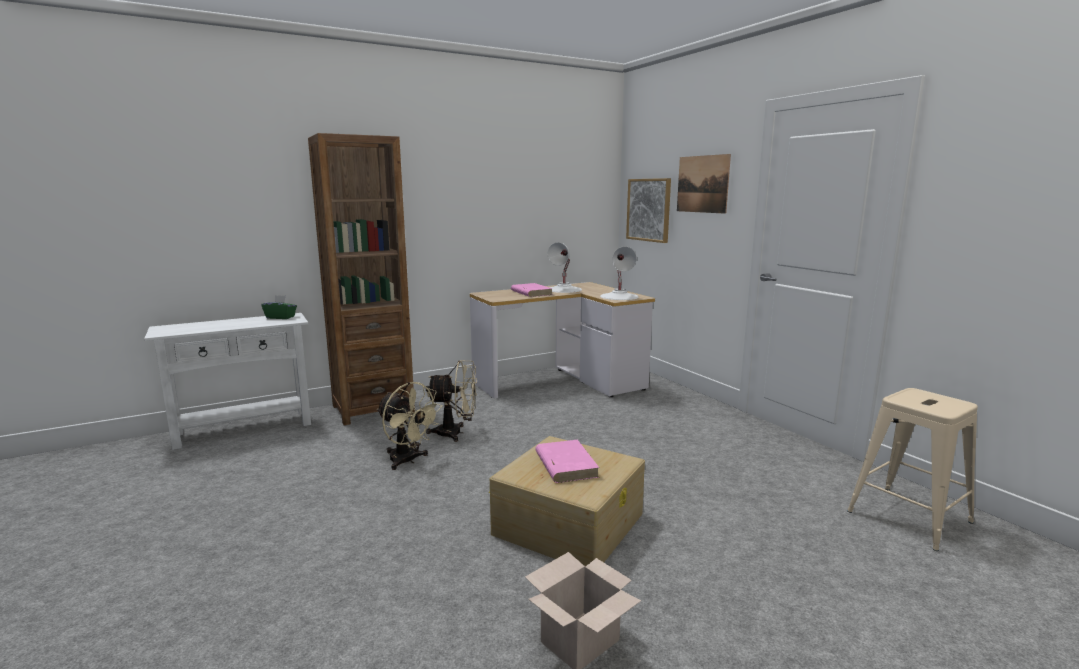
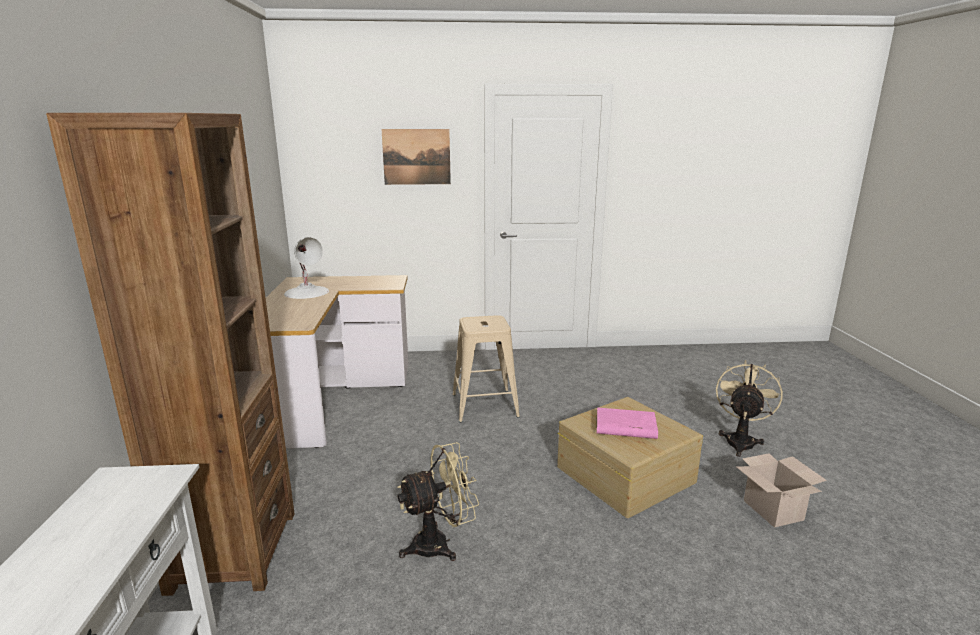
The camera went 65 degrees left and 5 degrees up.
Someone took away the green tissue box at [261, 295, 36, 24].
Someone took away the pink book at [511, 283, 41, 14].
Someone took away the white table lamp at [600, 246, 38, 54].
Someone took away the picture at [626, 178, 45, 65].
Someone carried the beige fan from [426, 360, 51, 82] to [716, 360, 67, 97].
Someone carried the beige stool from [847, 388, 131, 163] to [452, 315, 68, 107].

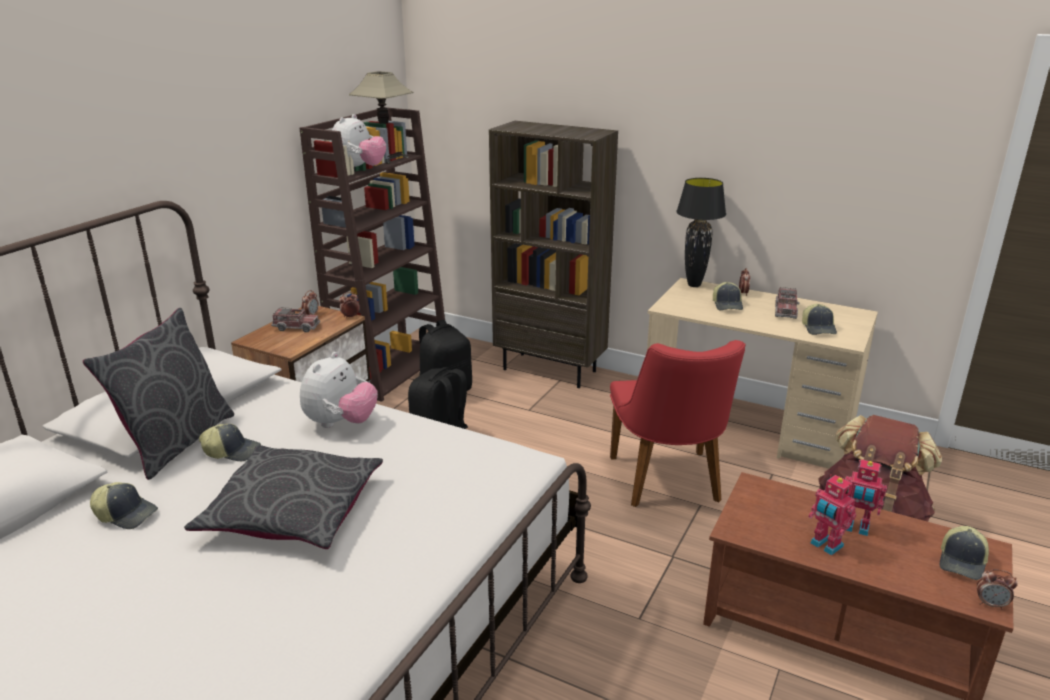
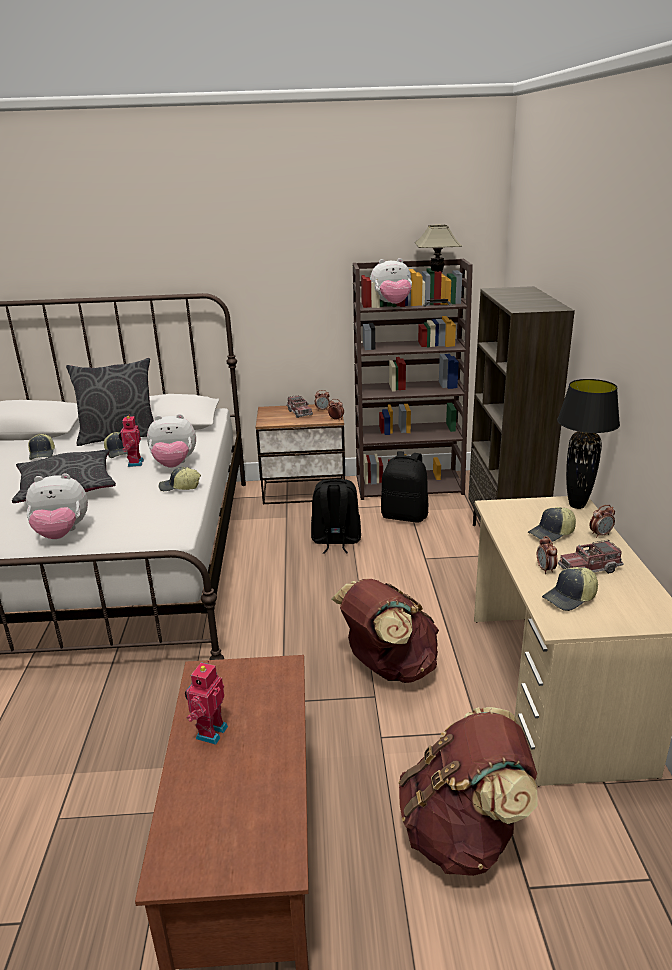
The camera went 60 degrees right and 0 degrees up.
Someone put down the plush toy at [26, 473, 62, 66].
Someone carried the toy robot from [845, 459, 42, 77] to [119, 414, 25, 53].
Someone carried the cap from [940, 526, 49, 54] to [159, 467, 42, 24].
Someone carried the alarm clock from [977, 569, 41, 41] to [537, 536, 21, 38].
Someone swapped the red chair at [610, 340, 136, 167] for the brown backpack at [332, 579, 107, 104].

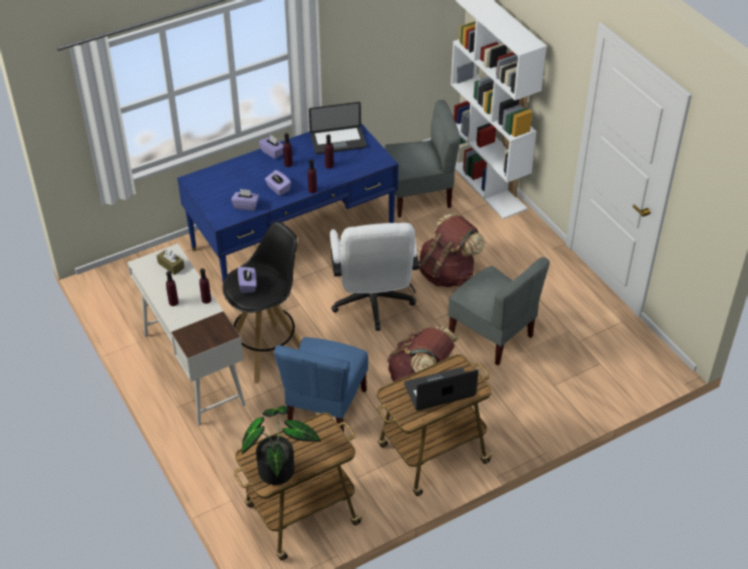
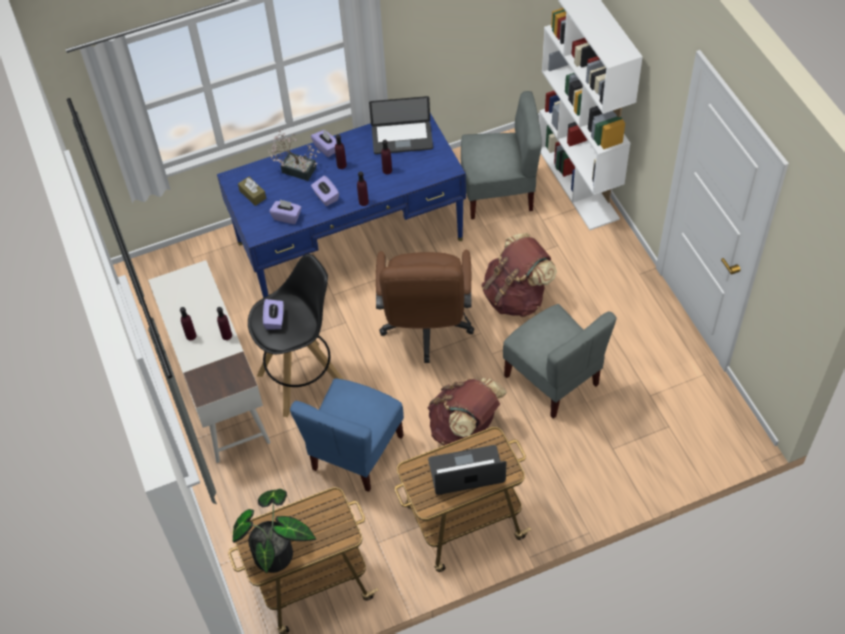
The camera went 10 degrees right and 10 degrees up.
Someone put down the potted plant at [267, 129, 53, 52].
Someone carried the brown tissue box from [157, 249, 28, 26] to [238, 177, 28, 29].
Someone repainted the white office chair at [330, 223, 89, 108], which became the brown office chair at [376, 250, 98, 113].

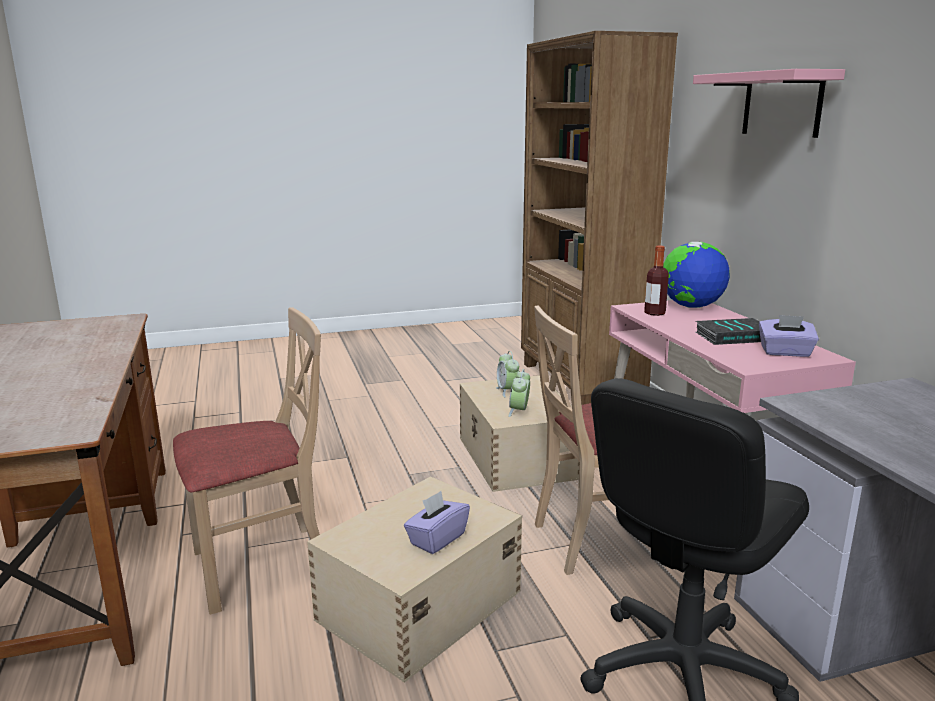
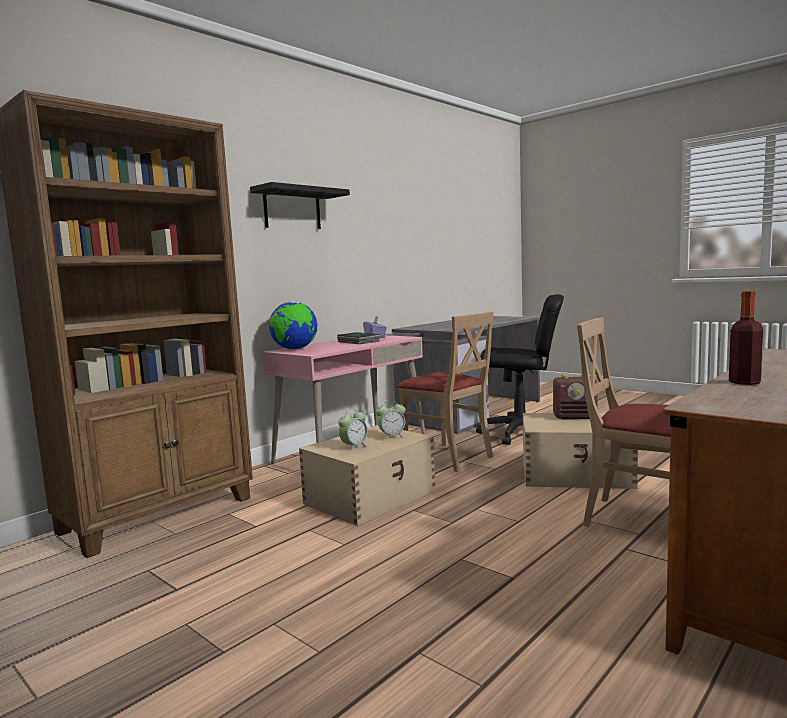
The camera went 120 degrees left and 10 degrees down.
Someone carried the bottle from [644, 246, 25, 70] to [729, 291, 34, 94].
Someone swapped the purple tissue box at [404, 491, 66, 63] for the radio at [553, 374, 45, 45].
Someone repainted the pink shelf at [693, 69, 152, 69], which became the black shelf at [250, 182, 100, 47].

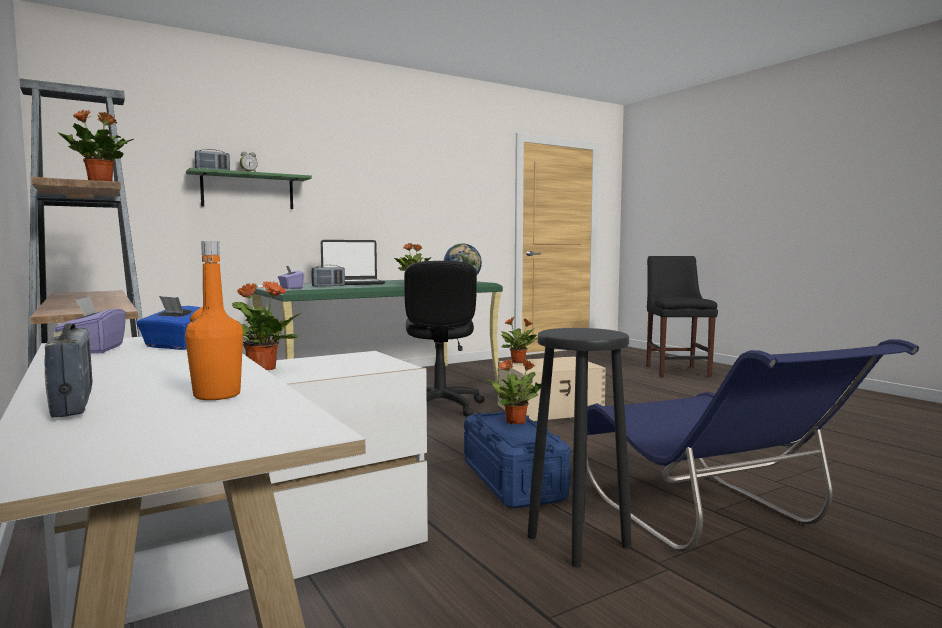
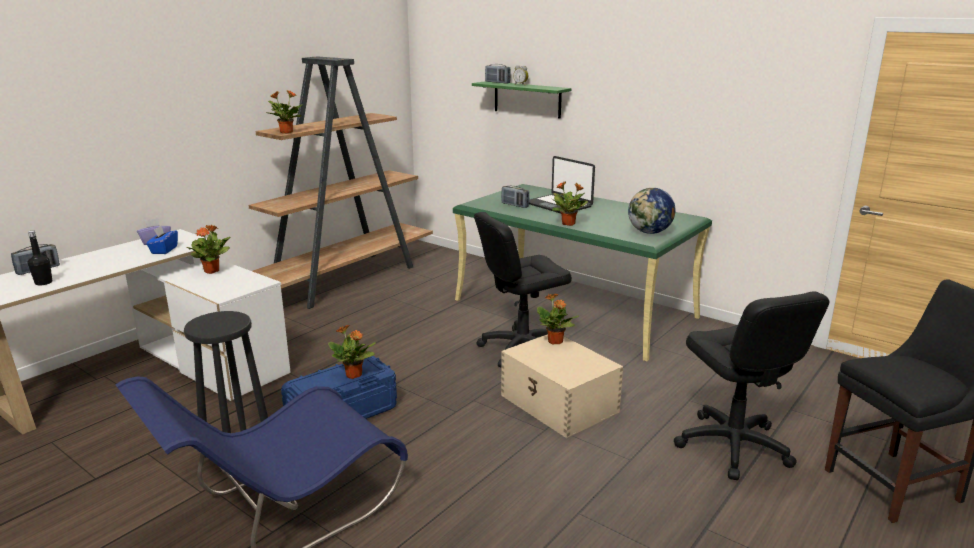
The camera went 70 degrees right and 15 degrees up.
Someone took away the purple tissue box at [278, 266, 26, 23].
Someone put down the black office chair at [674, 291, 155, 189].
Someone repainted the orange bottle at [185, 241, 58, 159], which became the black bottle at [28, 231, 24, 54].

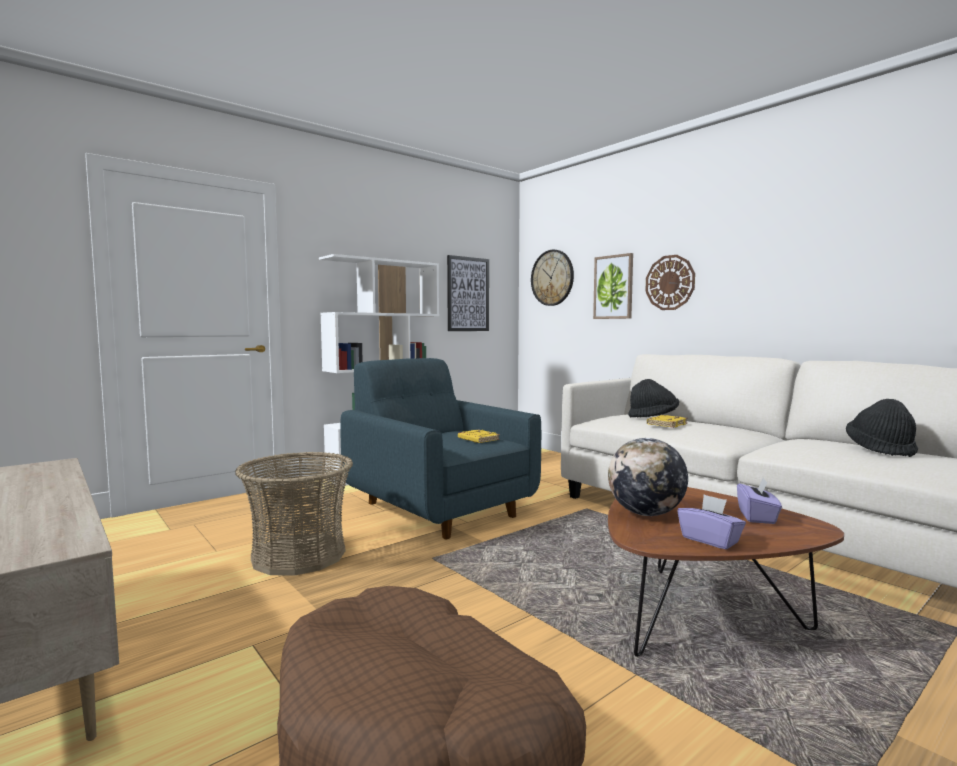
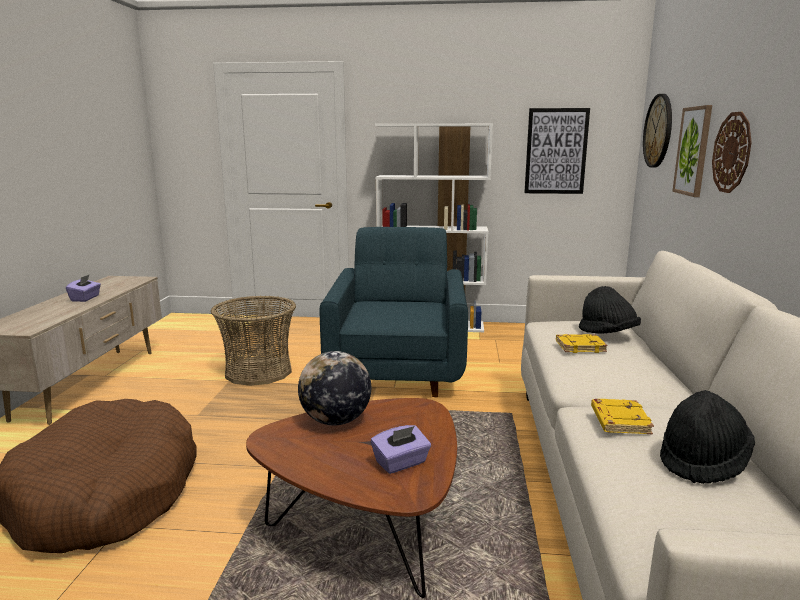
The camera went 45 degrees right and 10 degrees up.
Someone carried the yellow book from [458, 429, 42, 14] to [591, 399, 63, 36].
Someone carried the purple tissue box from [677, 494, 69, 56] to [66, 274, 35, 28].

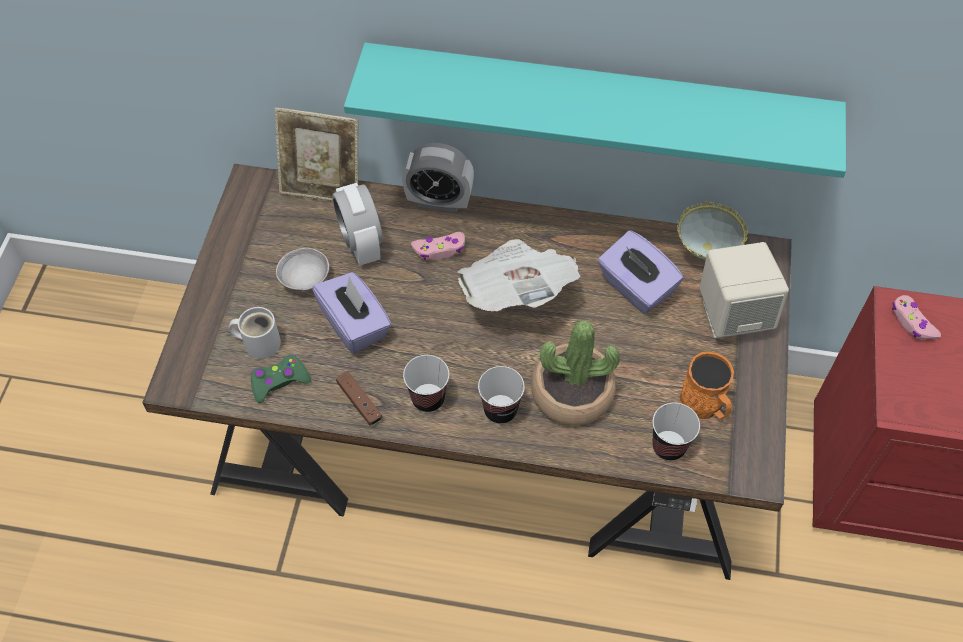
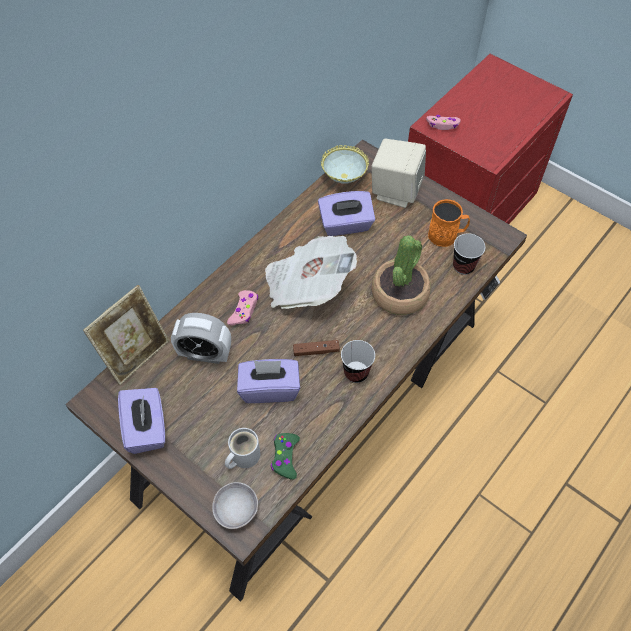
The camera went 60 degrees left and 0 degrees up.
Someone took away the turquoise shelf at [344, 43, 502, 135].
Someone took away the alarm clock at [402, 143, 72, 69].
Someone took away the cup at [478, 366, 47, 58].
Someone put down the purple tissue box at [118, 388, 47, 66].
Someone carried the grey bowl from [276, 248, 53, 44] to [212, 482, 46, 47].
Someone carried the brown game controller from [336, 371, 47, 55] to [293, 340, 47, 16].

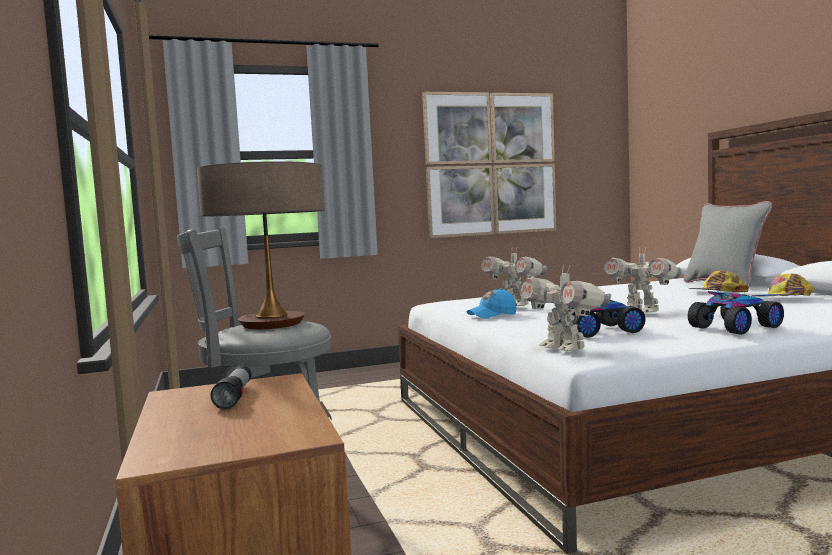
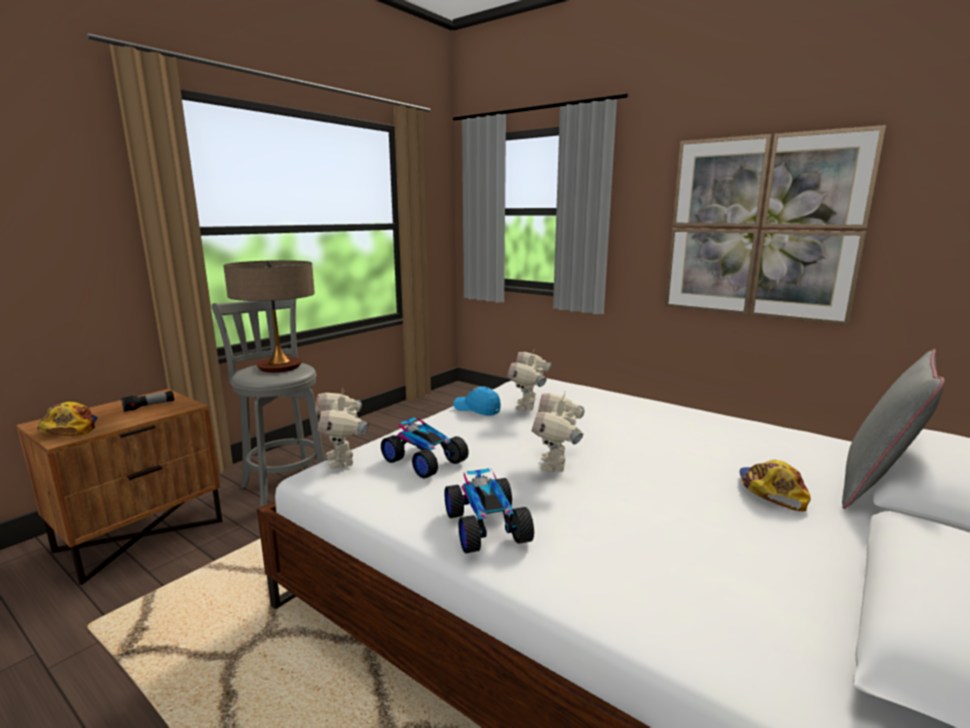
The camera went 55 degrees right and 10 degrees up.
Someone carried the cap from [752, 274, 63, 22] to [38, 402, 60, 34].
Someone rotated the toy robot at [519, 265, 92, 86] by 45 degrees counterclockwise.
Someone rotated the toy car at [688, 291, 96, 44] by 45 degrees clockwise.

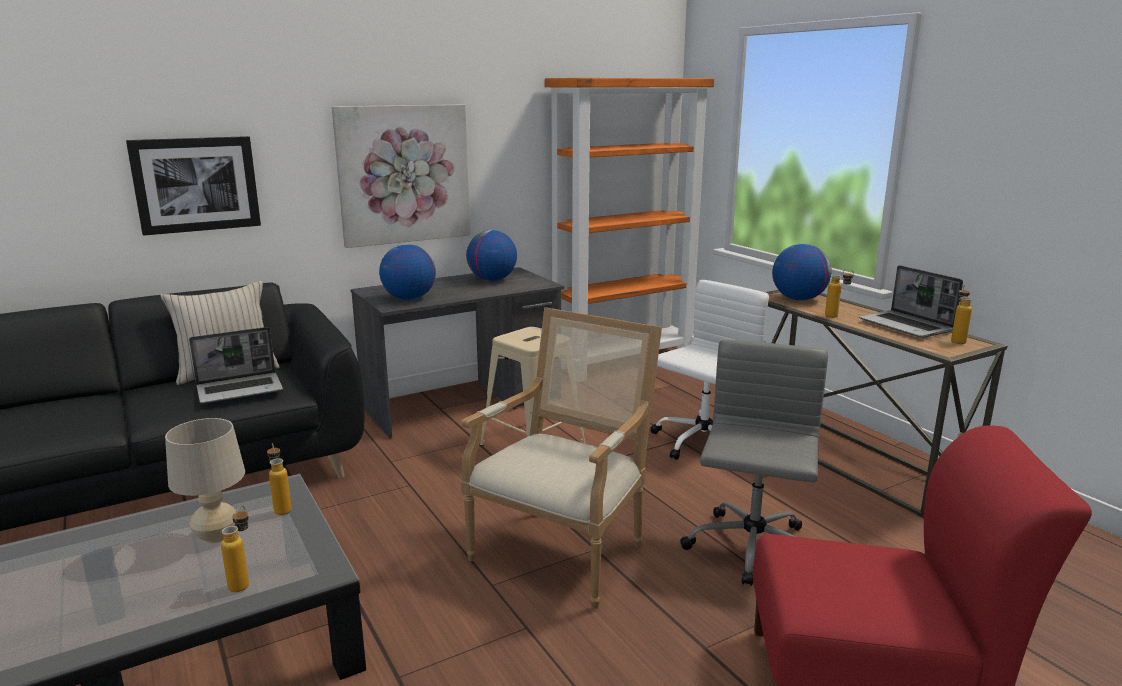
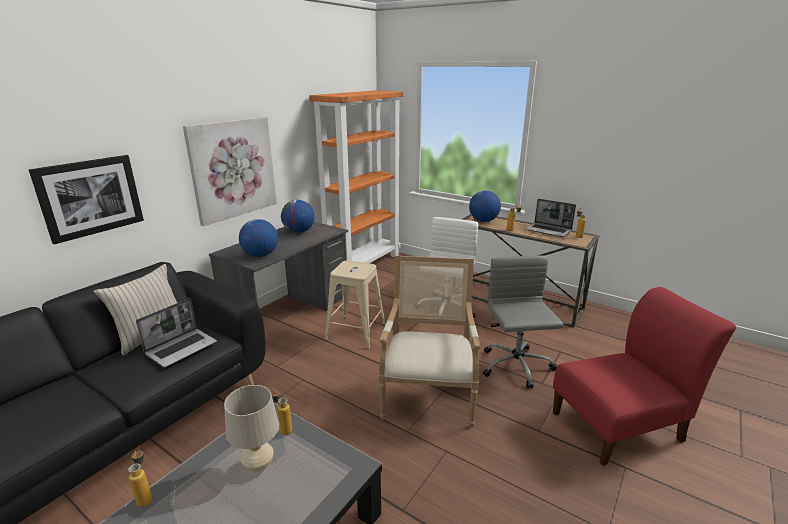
The camera went 25 degrees left and 5 degrees up.
Someone carried the bottle from [221, 506, 28, 86] to [128, 448, 24, 59].

